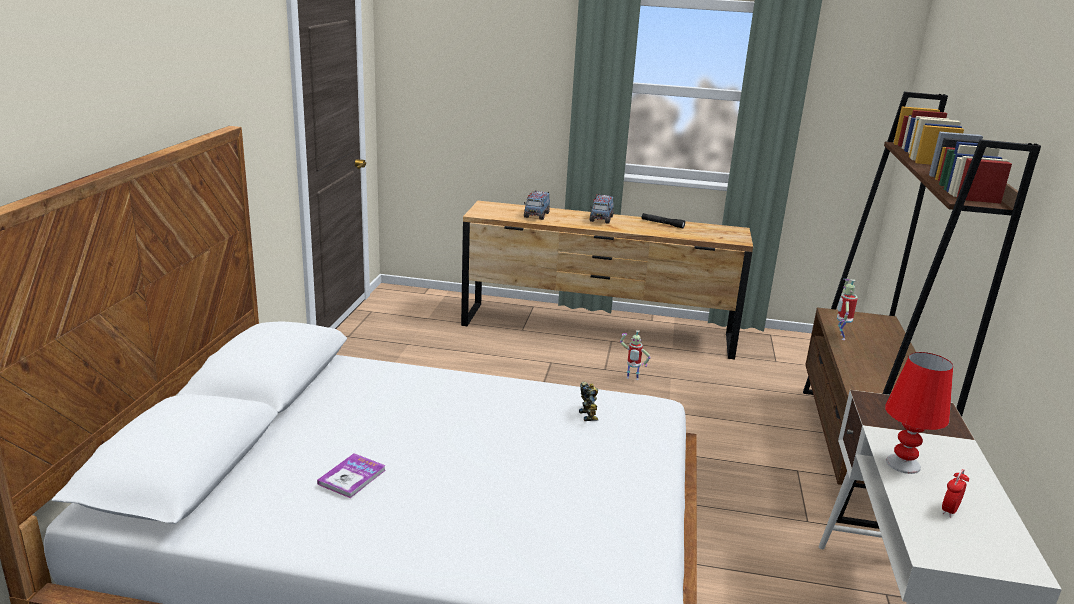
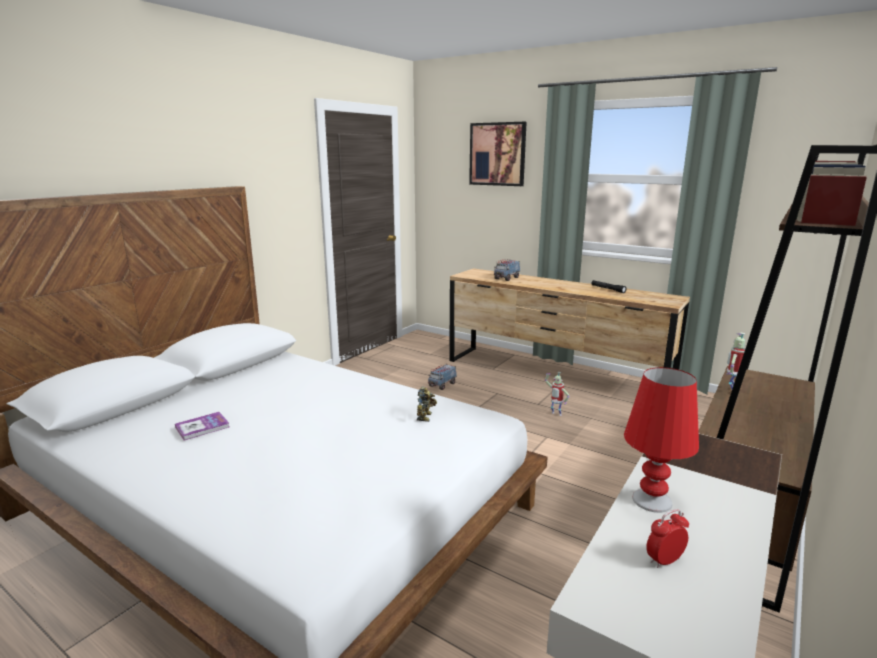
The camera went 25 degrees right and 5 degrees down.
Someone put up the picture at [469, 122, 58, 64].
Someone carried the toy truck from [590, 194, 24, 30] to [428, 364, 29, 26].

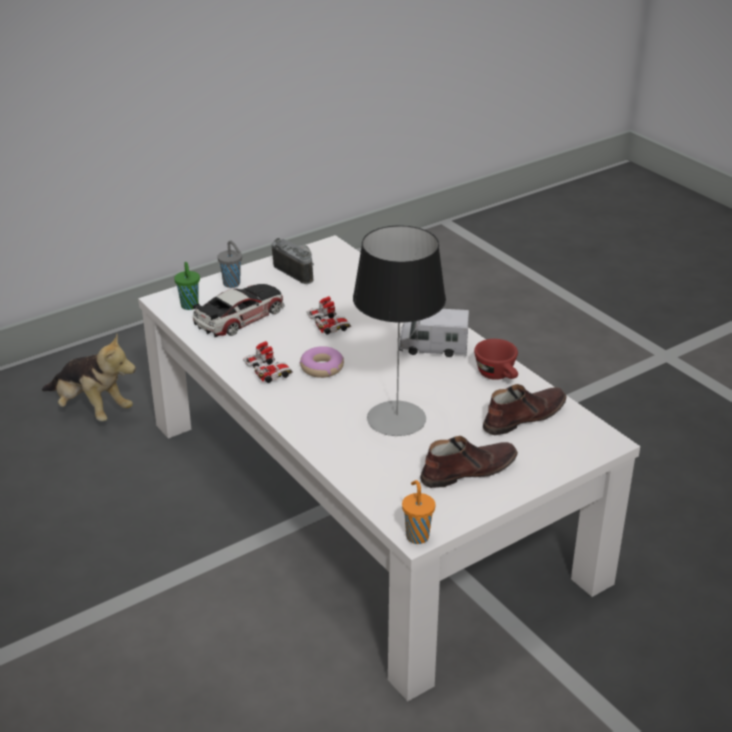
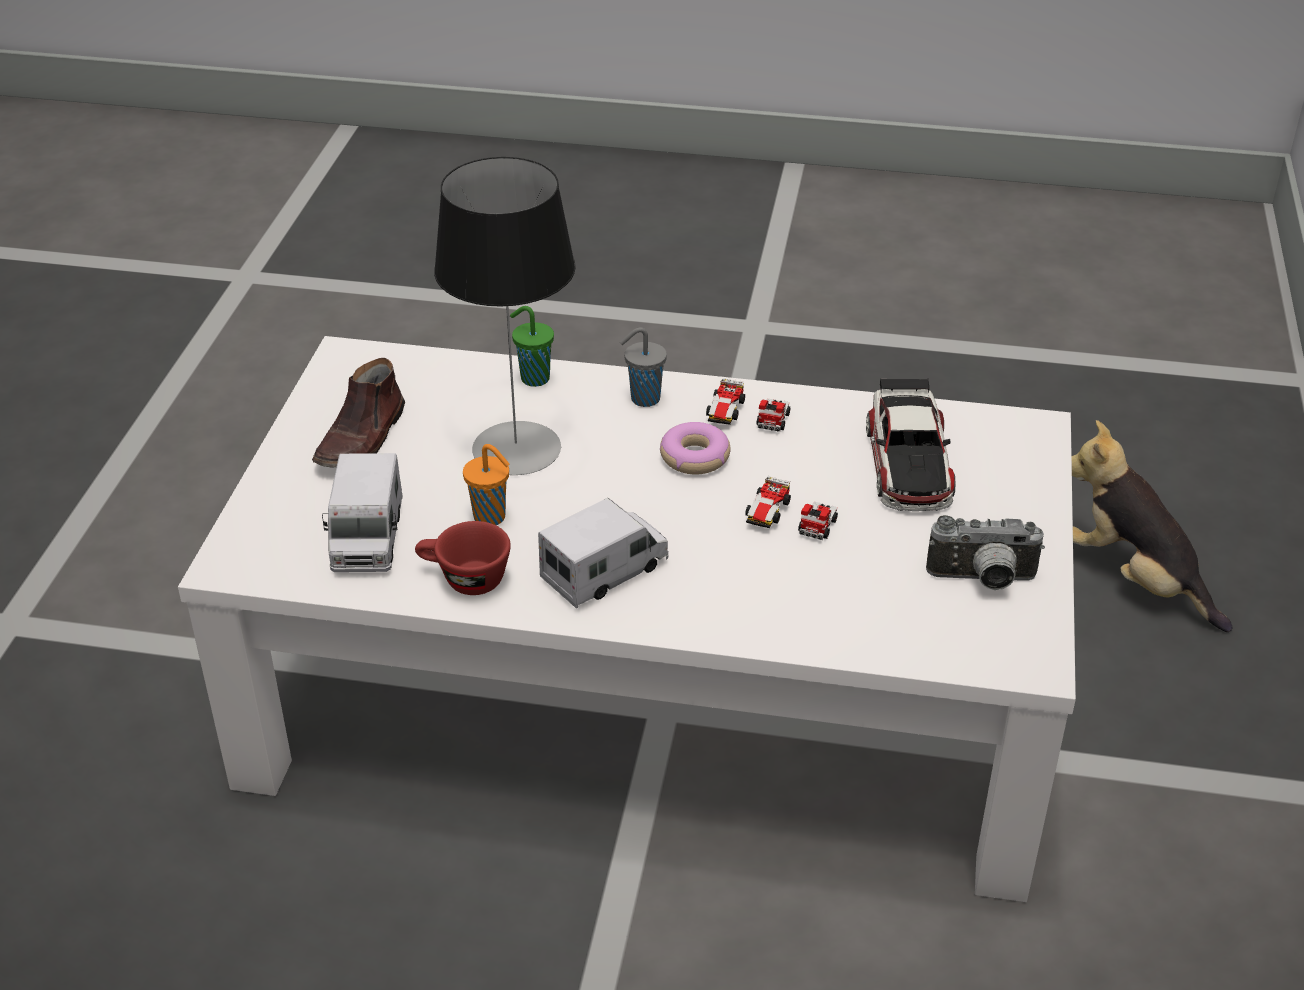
The camera went 135 degrees right and 5 degrees up.
Someone carried the green cup from [174, 262, 26, 48] to [510, 306, 44, 81].
Someone carried the grey cup from [217, 240, 25, 48] to [620, 327, 47, 80].
Someone carried the orange cup from [402, 480, 33, 64] to [463, 444, 47, 81].
Someone swapped the brown shoe at [483, 384, 84, 51] for the toy truck at [322, 453, 81, 119].
Someone rotated the plush toy at [42, 334, 94, 87] by 60 degrees clockwise.

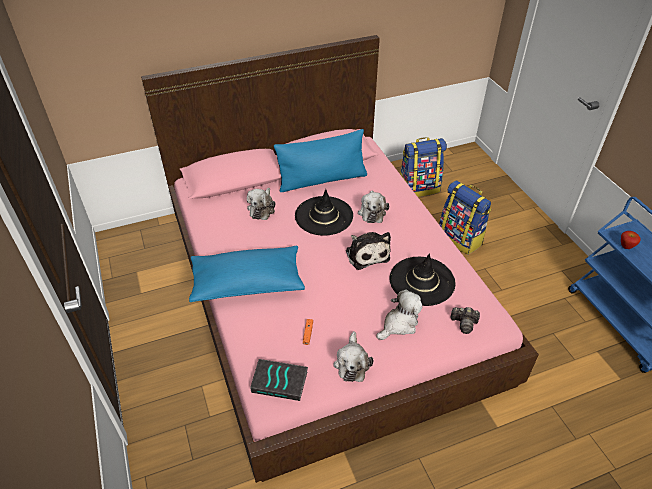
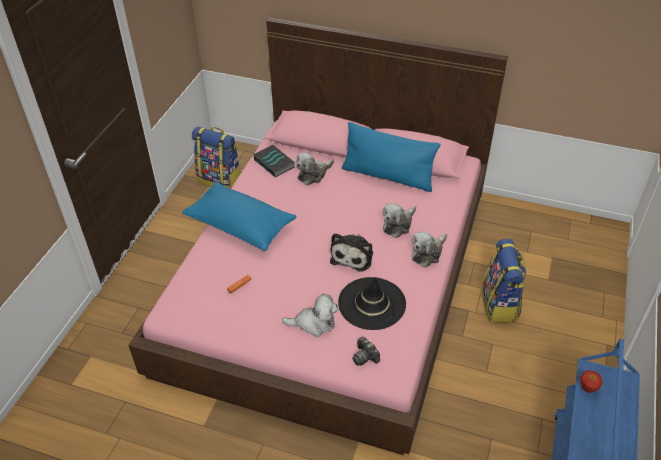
The camera went 40 degrees right and 0 degrees up.
Someone took away the black hat at [295, 189, 58, 47].
Someone carried the book from [250, 359, 58, 42] to [253, 145, 42, 33].
Someone carried the plush toy from [333, 331, 40, 51] to [412, 231, 35, 36].
Someone carried the backpack from [400, 137, 47, 60] to [192, 127, 49, 62].

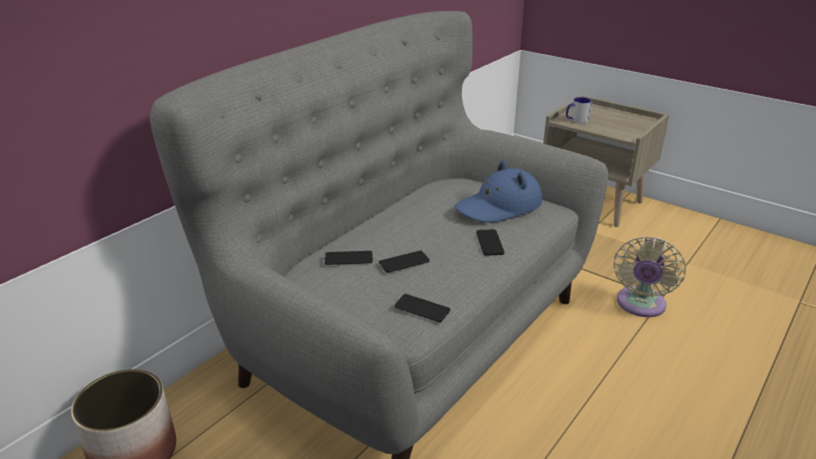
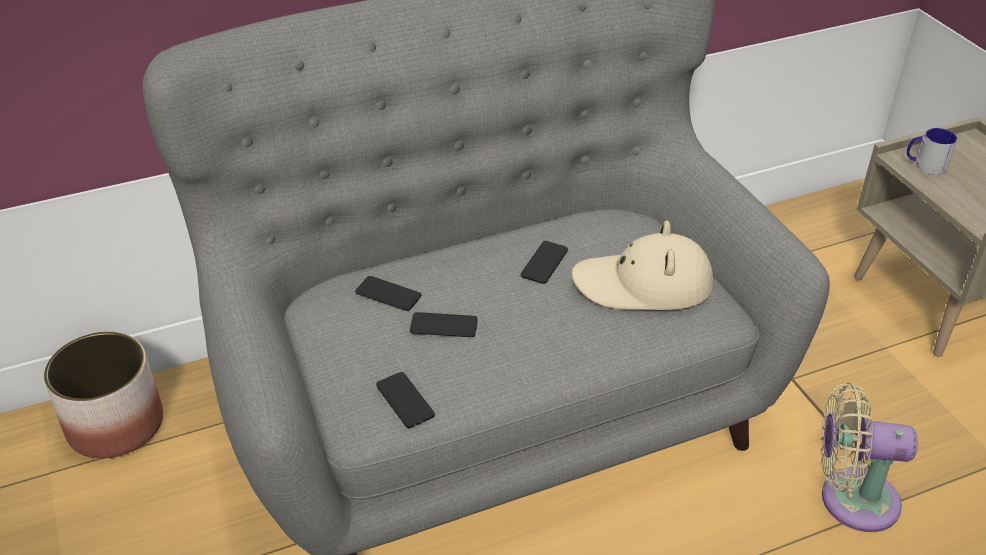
The camera went 30 degrees right and 10 degrees up.
Someone carried the phone from [476, 229, 28, 27] to [521, 241, 47, 43].
Someone repainted the blue hat at [455, 160, 87, 63], which became the beige hat at [571, 220, 142, 90].
Someone rotated the beige fan at [614, 236, 72, 81] by 45 degrees clockwise.

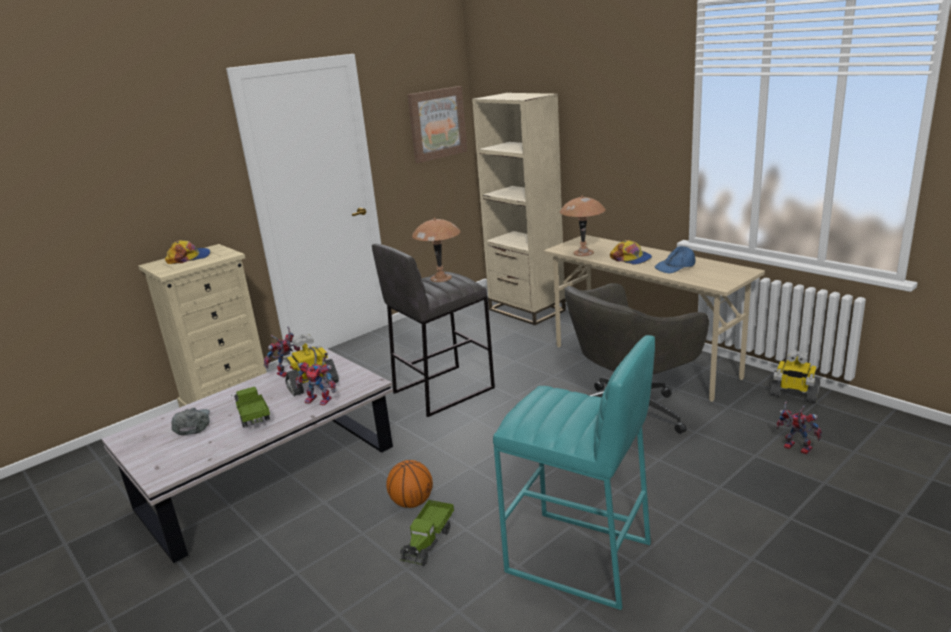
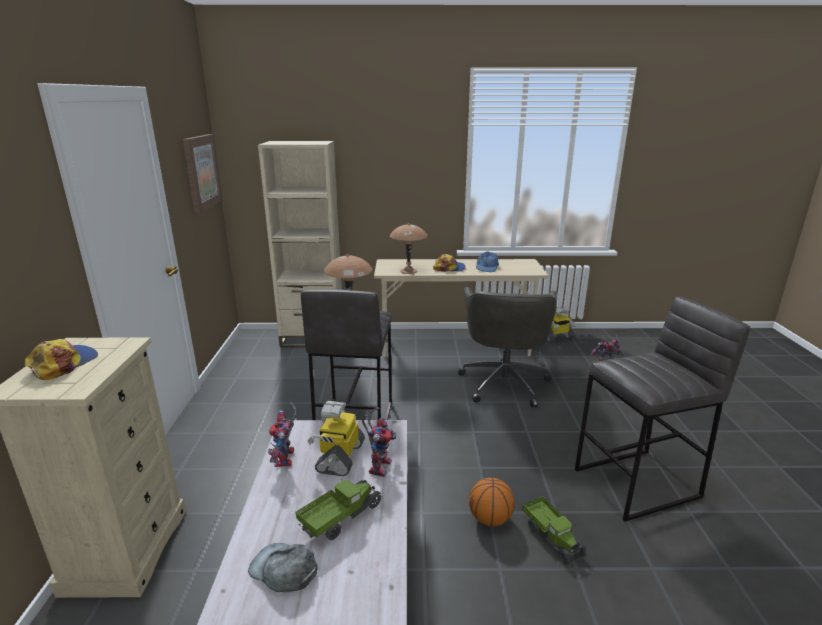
The camera went 50 degrees left and 0 degrees up.
Someone repainted the turquoise stool at [493, 335, 162, 275], which became the grey stool at [575, 296, 175, 226].
Someone rotated the toy truck at [231, 387, 39, 41] by 120 degrees clockwise.
Someone rotated the toy robot at [295, 347, 41, 59] by 45 degrees counterclockwise.

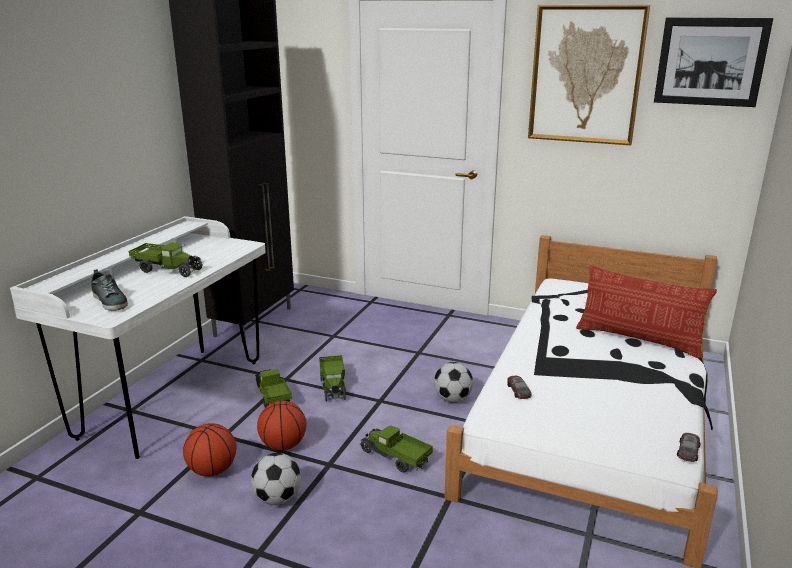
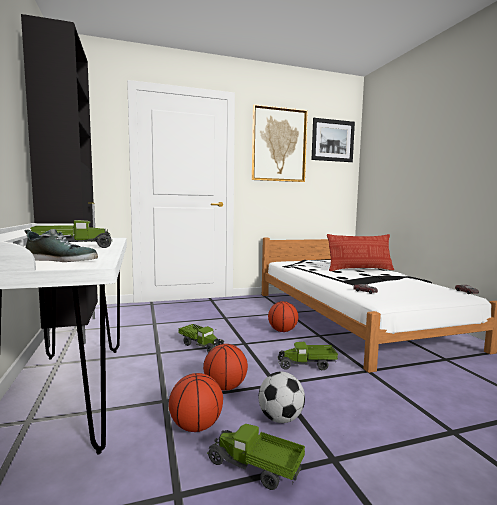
The camera went 40 degrees left and 15 degrees down.
Someone carried the toy truck from [255, 369, 37, 38] to [207, 424, 98, 66].
Someone swapped the football at [434, 362, 39, 41] for the basketball at [268, 301, 30, 31].

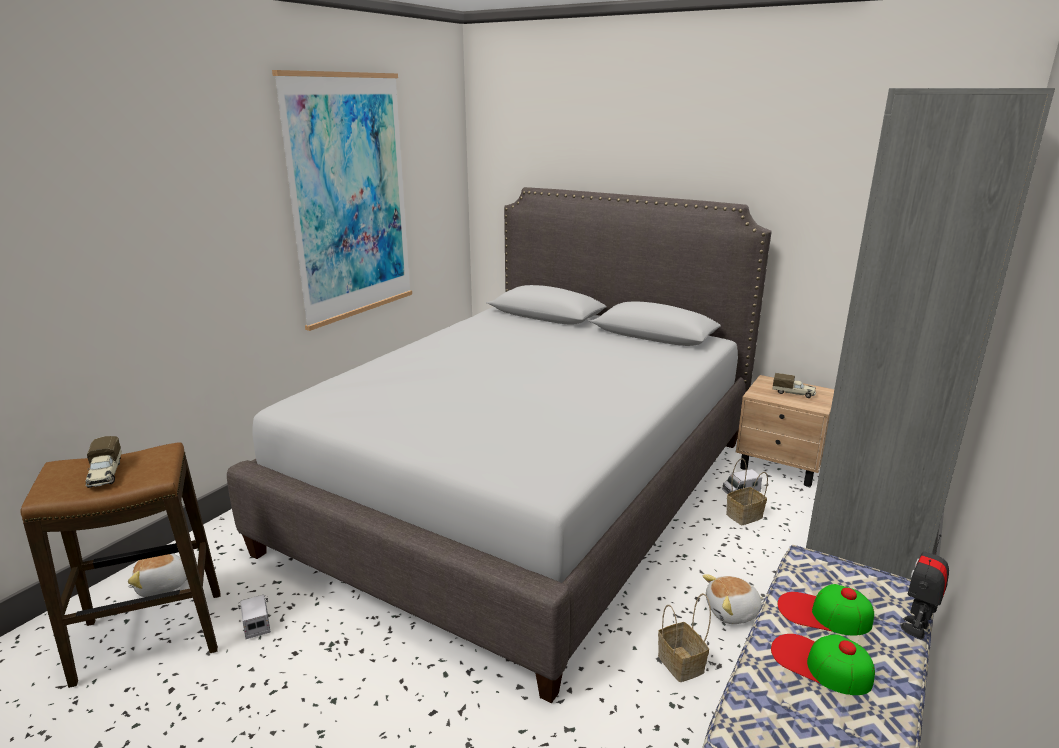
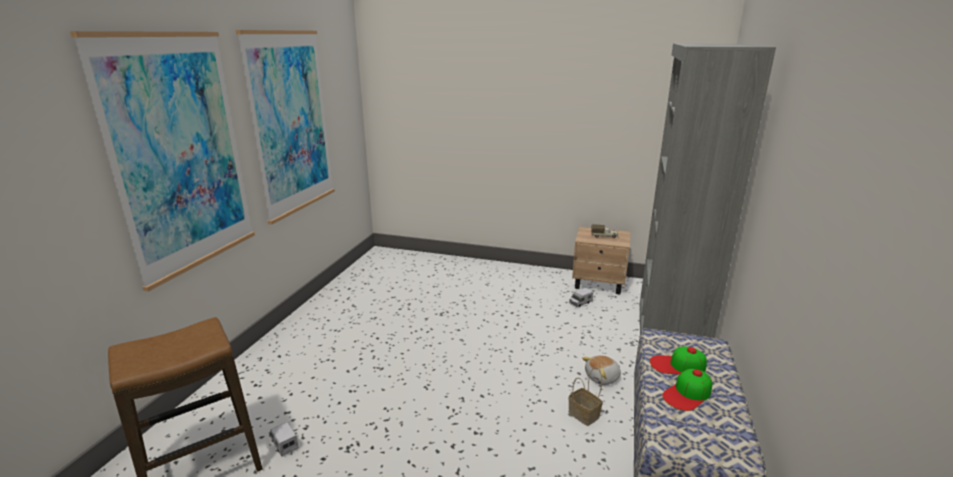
The camera went 15 degrees left and 0 degrees up.
Someone took away the toy truck at [86, 436, 36, 52].
Someone took away the plush toy at [128, 554, 59, 43].
Someone took away the grey bed at [227, 187, 544, 517].
Someone took away the basket at [726, 458, 42, 67].
Someone took away the toy robot at [901, 534, 48, 106].
Someone put up the picture at [70, 31, 185, 261].
Someone rotated the cap at [771, 634, 104, 61] by 60 degrees counterclockwise.

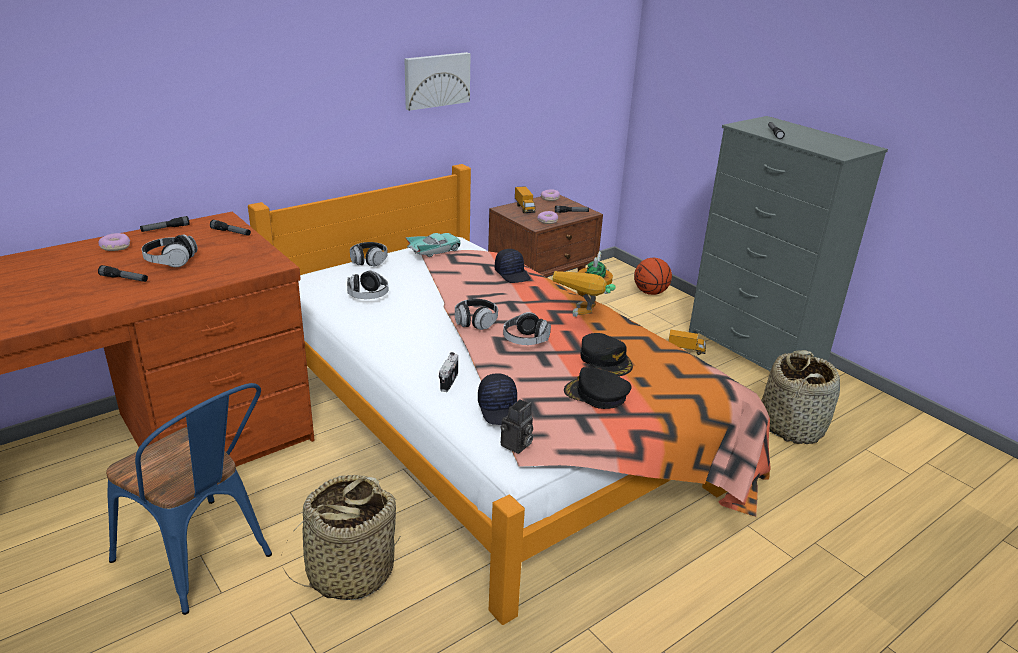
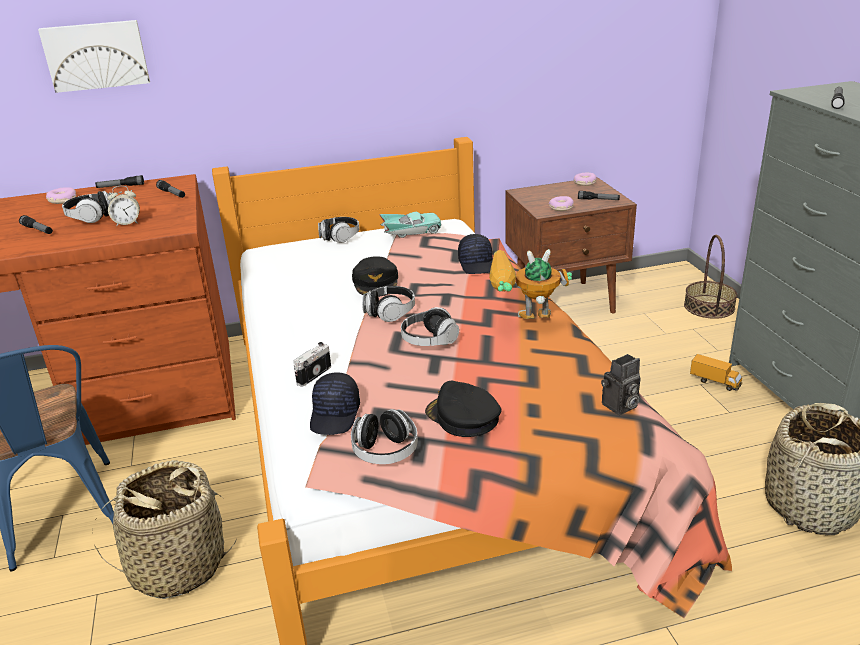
The camera went 25 degrees right and 0 degrees up.
Someone took away the toy truck at [515, 186, 20, 27].
Someone put down the alarm clock at [108, 186, 32, 41].
Someone carried the headphones from [347, 271, 41, 28] to [351, 409, 67, 55].
Someone carried the picture from [404, 52, 67, 59] to [38, 20, 112, 73].
Someone carried the photo camera from [500, 399, 33, 55] to [601, 354, 39, 61].
Someone carried the black cap from [580, 333, 53, 43] to [352, 256, 46, 41].
Someone swapped the basketball at [634, 258, 38, 37] for the basket at [684, 235, 53, 84].
Someone rotated the toy robot at [553, 252, 63, 65] by 45 degrees clockwise.

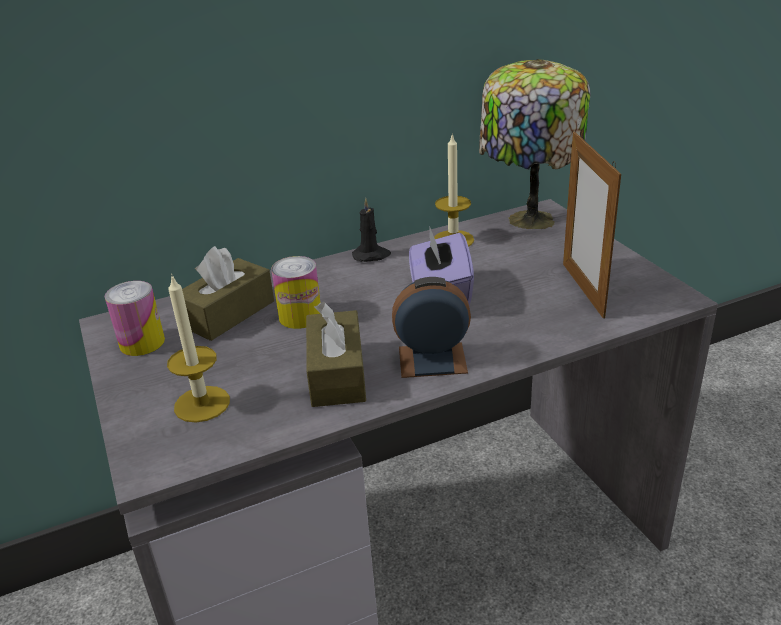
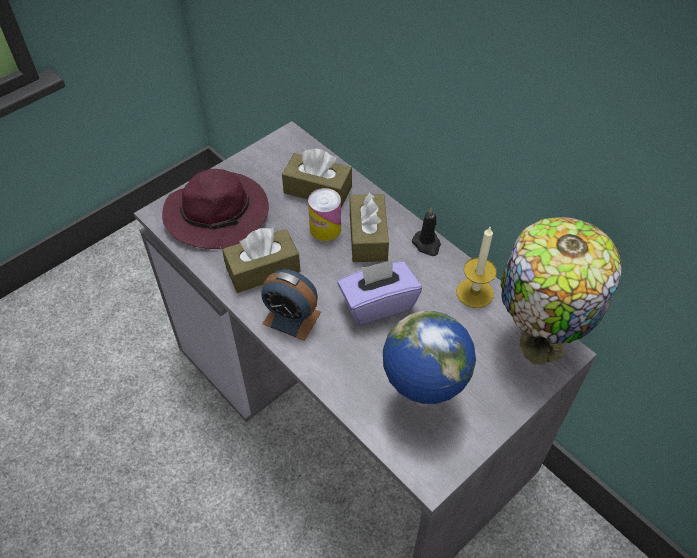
The camera went 70 degrees right and 20 degrees up.
Someone took away the can at [105, 281, 60, 75].
Someone put down the brown tissue box at [350, 192, 39, 70].
Someone swapped the candle at [167, 274, 63, 148] for the purple hat at [162, 169, 107, 80].
Someone swapped the picture frame at [563, 132, 58, 187] for the globe at [383, 311, 93, 96].
Someone rotated the alarm clock at [392, 277, 79, 101] by 135 degrees clockwise.

